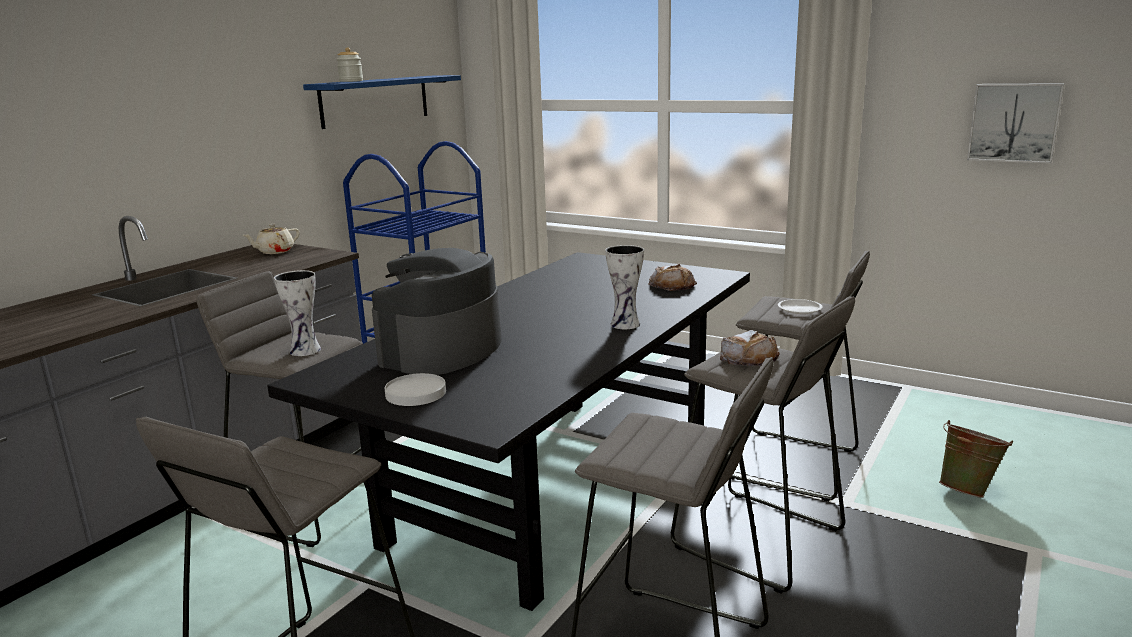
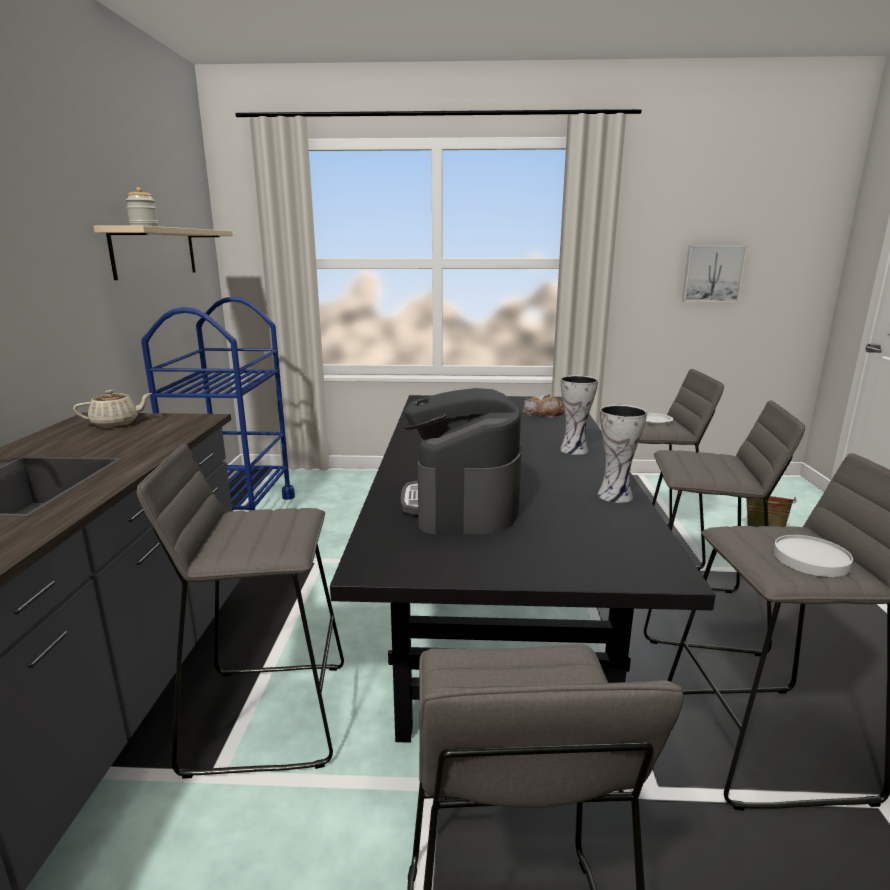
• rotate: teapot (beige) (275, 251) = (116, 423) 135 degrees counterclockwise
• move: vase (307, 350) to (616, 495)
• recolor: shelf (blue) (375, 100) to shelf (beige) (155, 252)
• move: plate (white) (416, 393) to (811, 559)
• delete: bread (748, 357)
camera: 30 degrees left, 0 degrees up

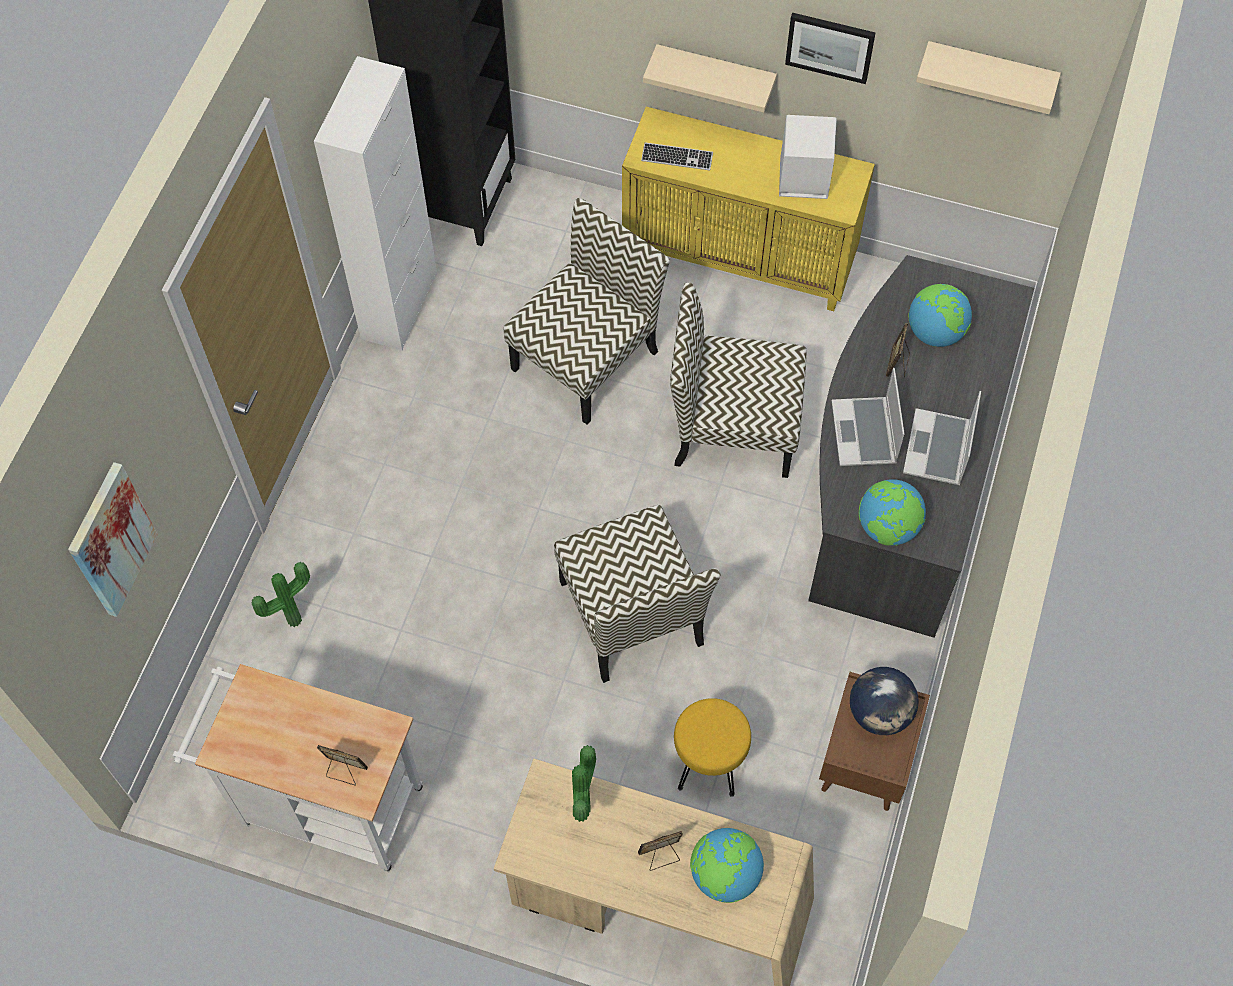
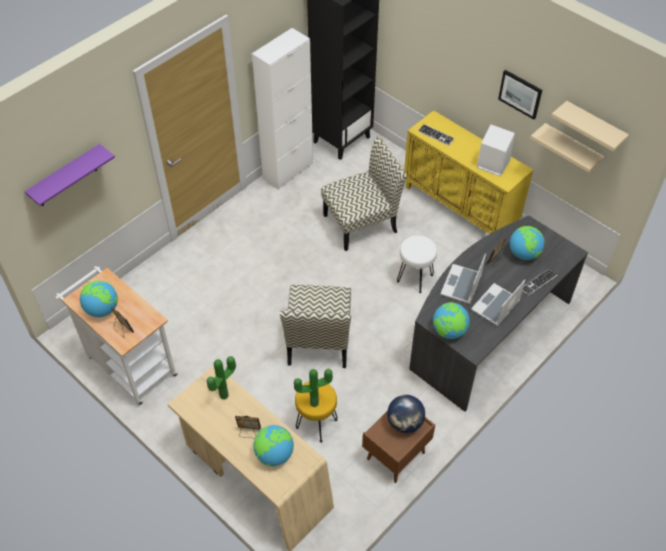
• replace: picture (111, 540) to shelf (purple) (66, 177)
• move: potted plant (292, 618) to (313, 402)
• move: shelf (beige) (715, 75) to (571, 149)
• replace: chair (732, 427) to stool (white) (415, 278)
• insert: globe (102, 309)
• insert: keyboard (538, 282)
camera: 25 degrees right, 10 degrees down

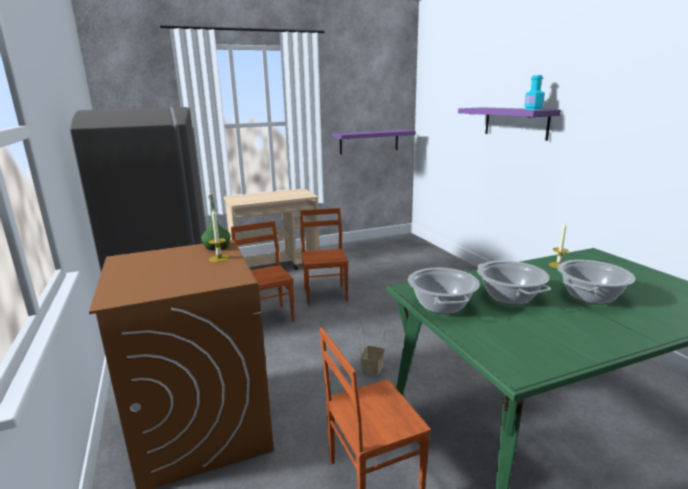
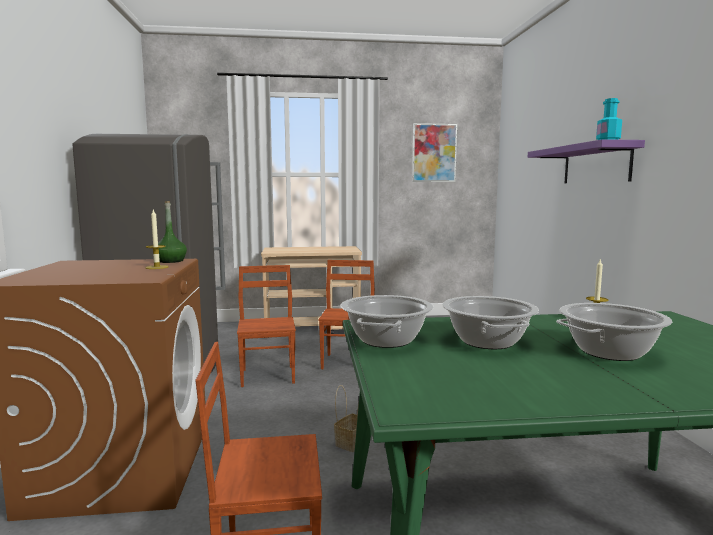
• delete: shelf (purple) (369, 141)
• insert: picture (434, 153)
camera: 15 degrees right, 10 degrees down

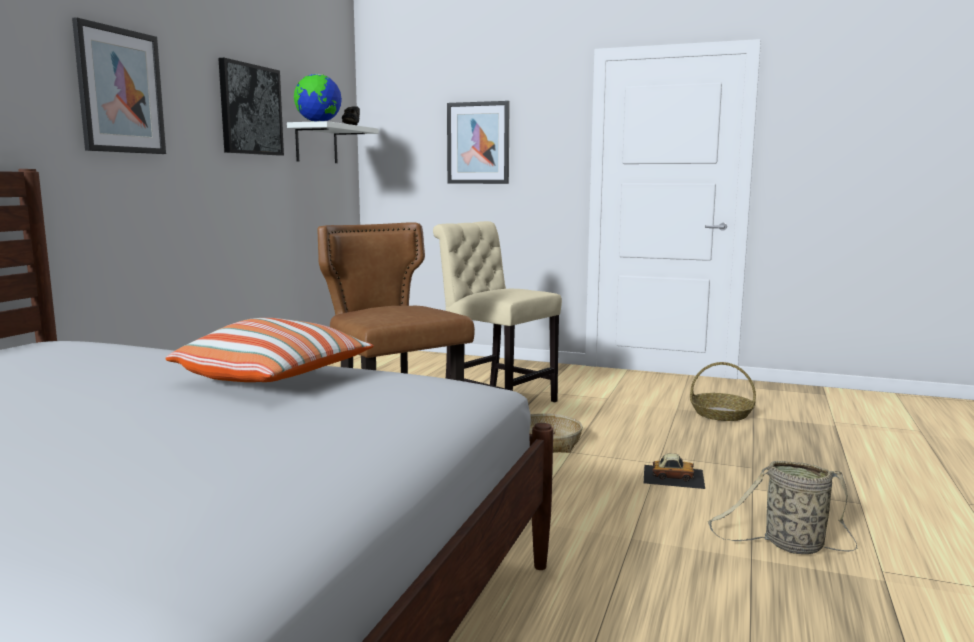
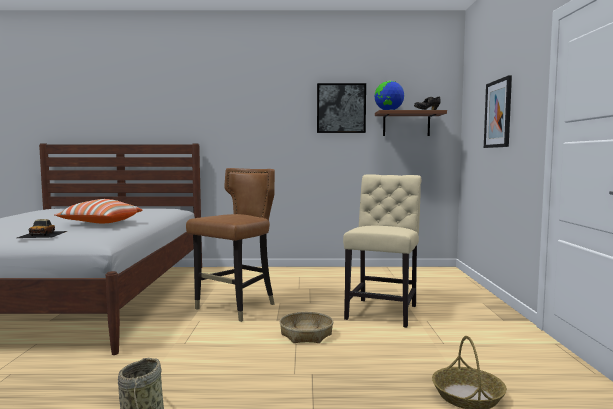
• delete: picture (120, 91)
• recolor: shelf (white) (316, 144) to shelf (brown) (406, 124)
• move: toy car (673, 476) to (43, 234)
camera: 70 degrees right, 5 degrees down

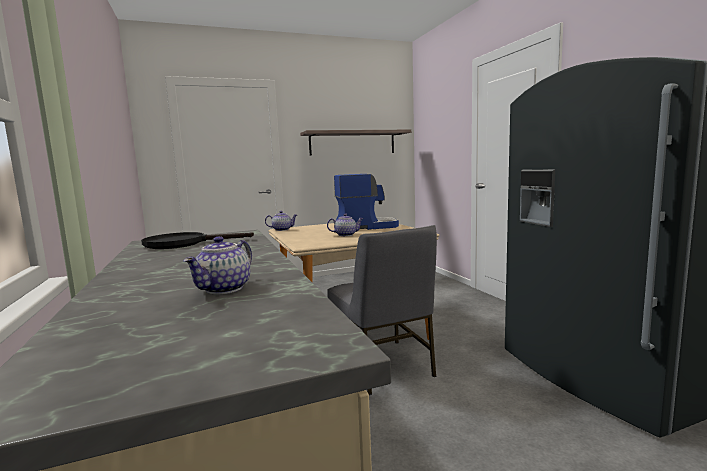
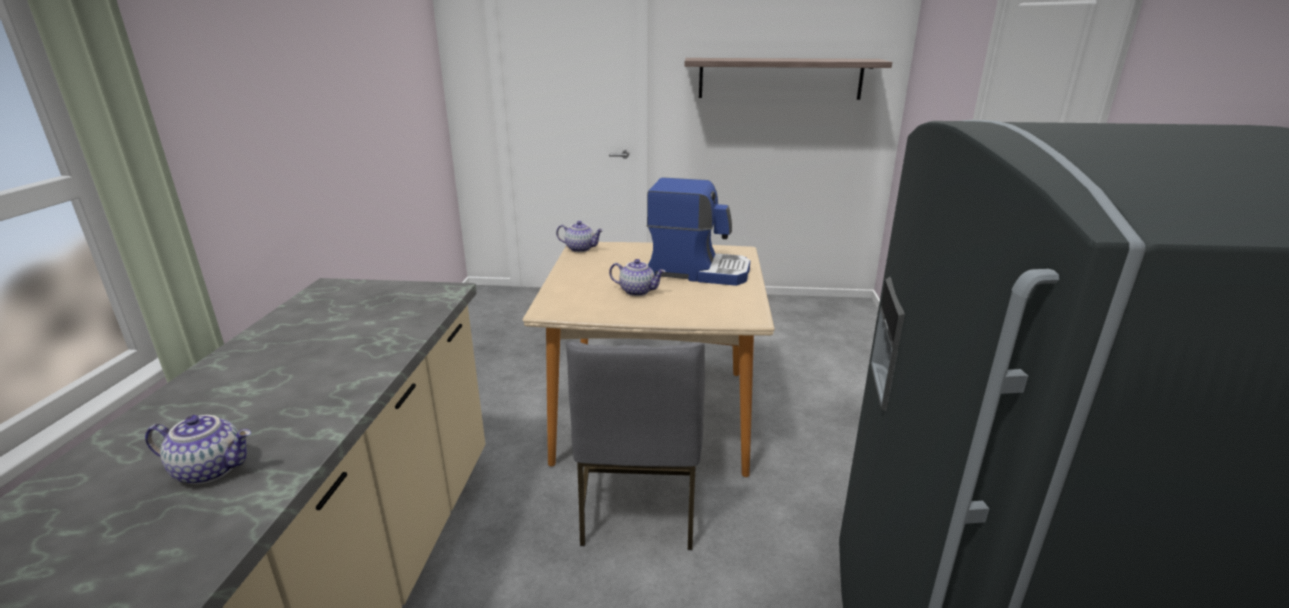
• delete: frying pan (black) (184, 243)
• rotate: teapot (225, 289) = (212, 469) 135 degrees counterclockwise
camera: 25 degrees right, 15 degrees up

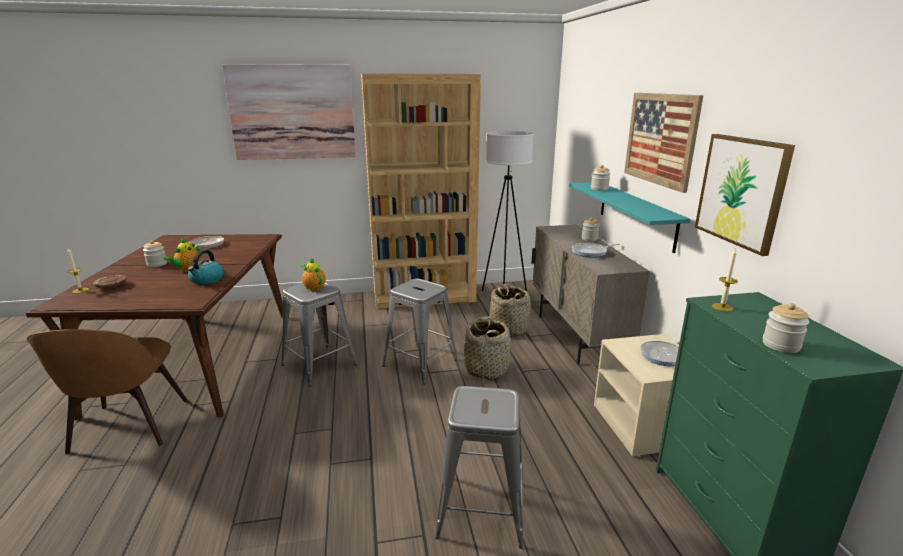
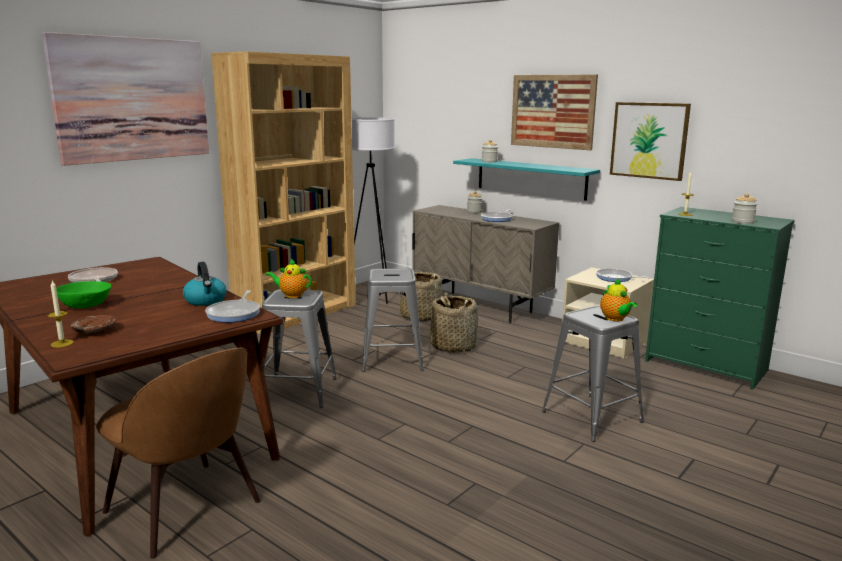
• replace: jar (157, 264) to bowl (green) (85, 305)
• move: teapot (187, 270) to (615, 319)
• insert: frying pan (235, 313)
camera: 40 degrees left, 5 degrees down

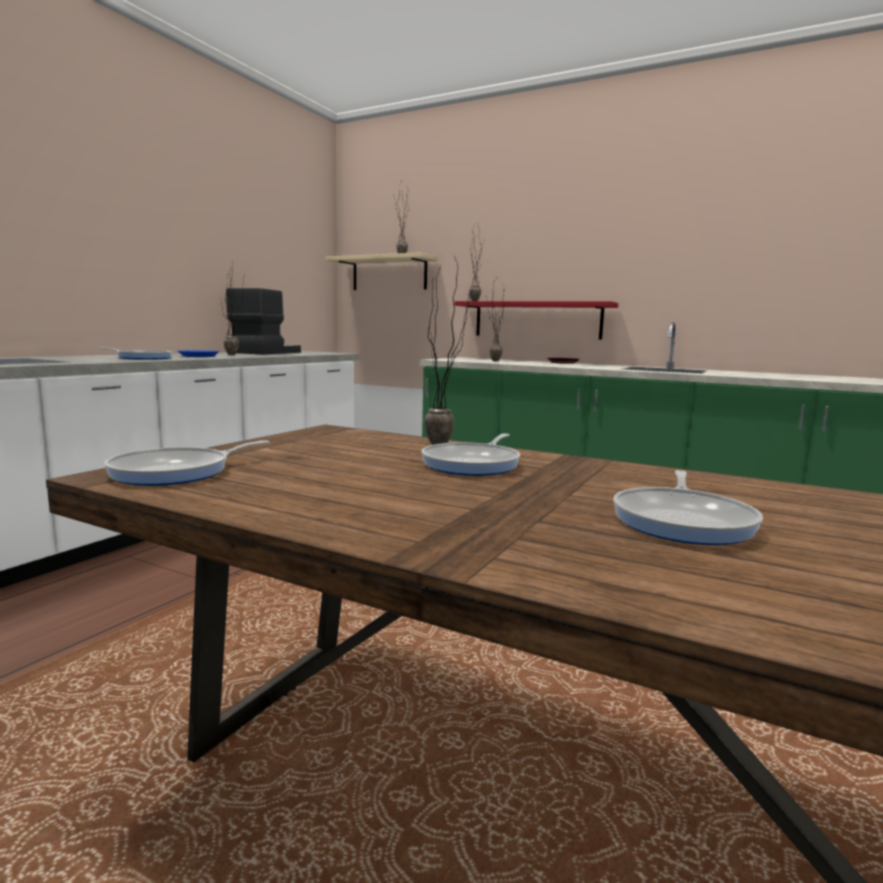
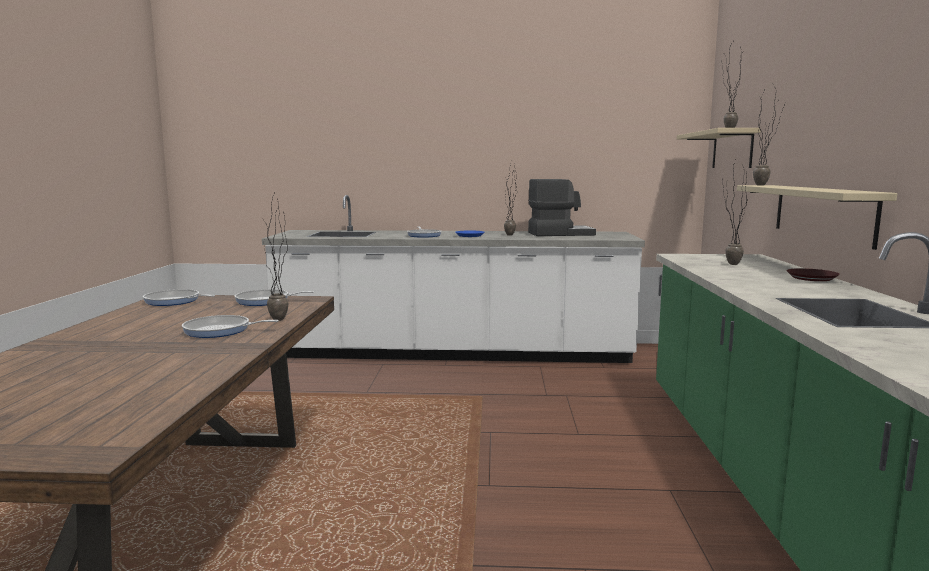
• recolor: shelf (red) (537, 320) to shelf (beige) (822, 213)
• move: frying pan (683, 521) to (265, 301)
camera: 65 degrees right, 0 degrees up

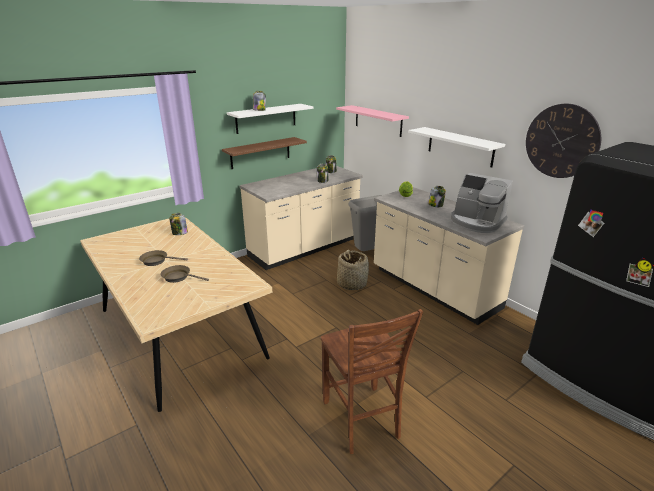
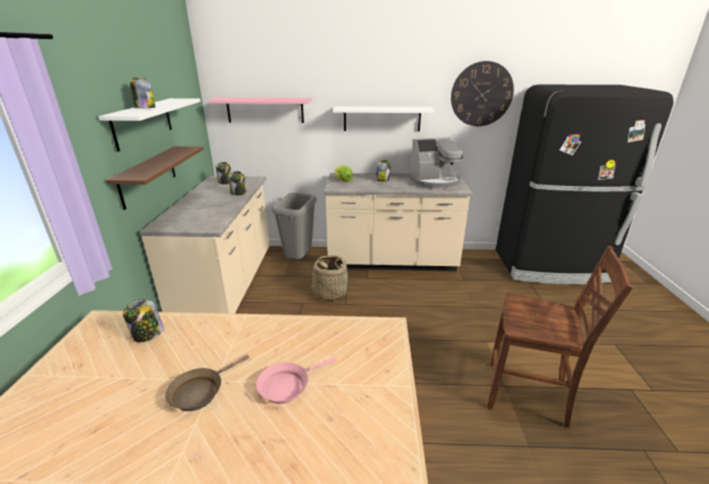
• recolor: frying pan (brown) (179, 277) to frying pan (pink) (287, 386)
camera: 50 degrees left, 0 degrees up

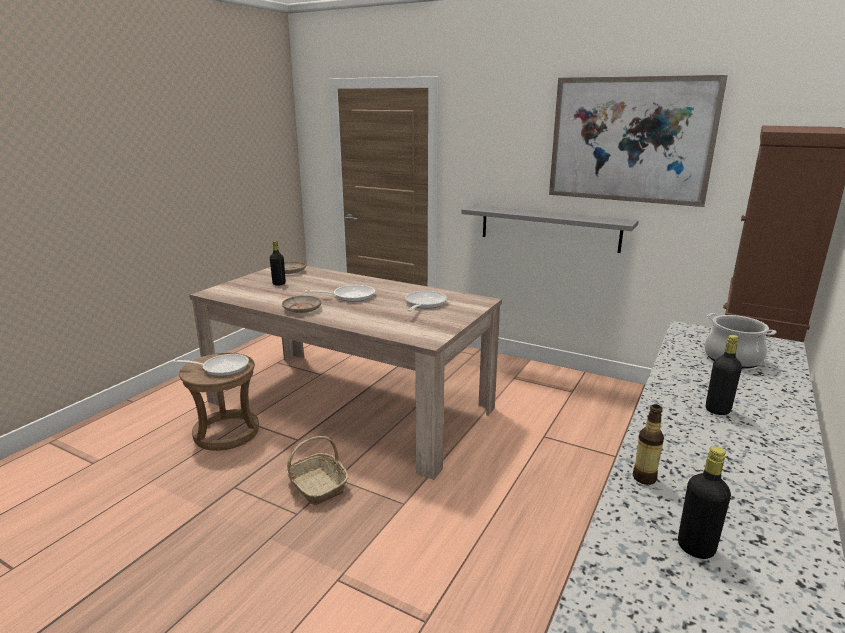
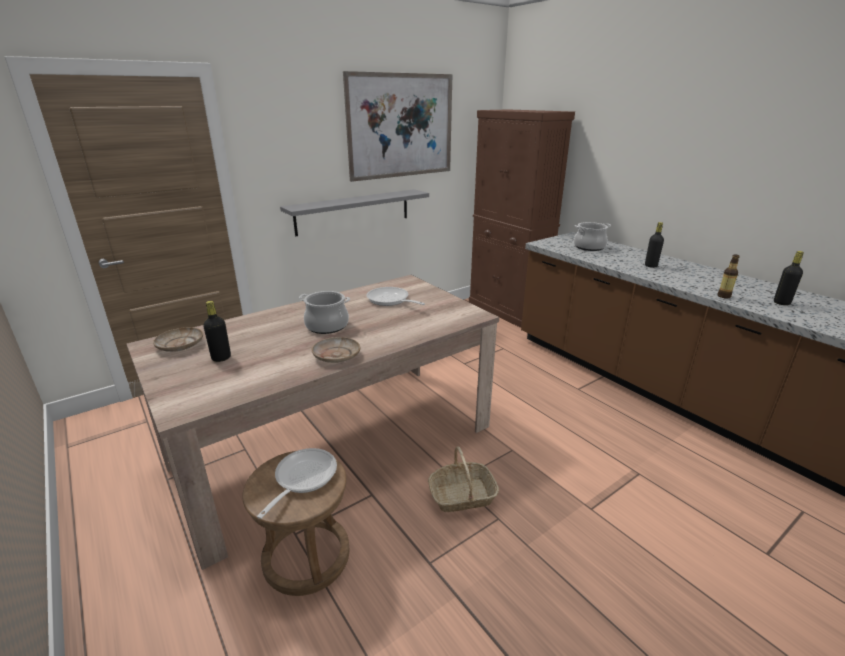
• replace: frying pan (350, 296) to cooking pot (327, 326)
camera: 65 degrees left, 5 degrees up

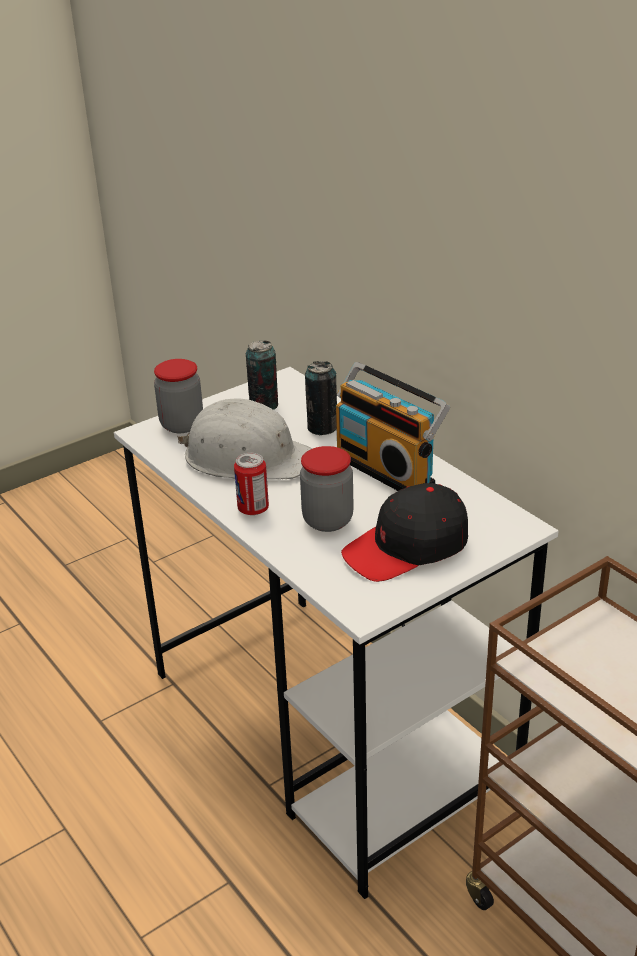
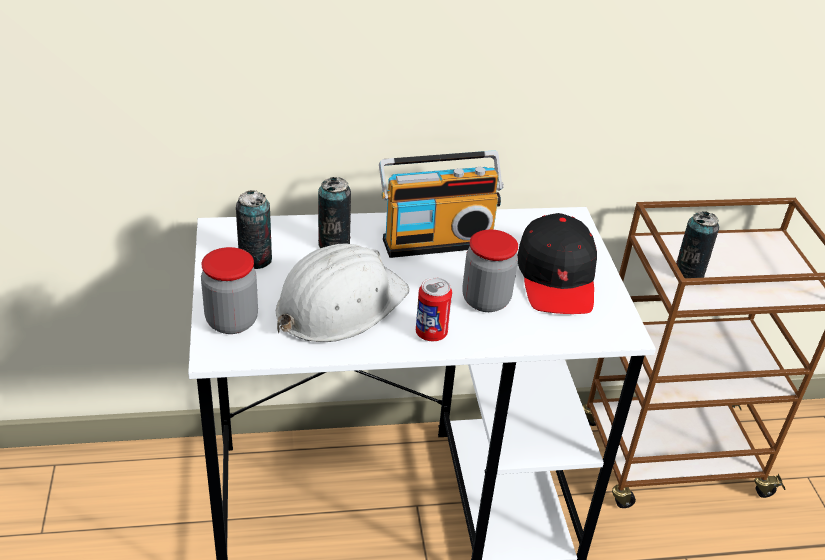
• insert: can (689, 273)
camera: 65 degrees left, 5 degrees up

